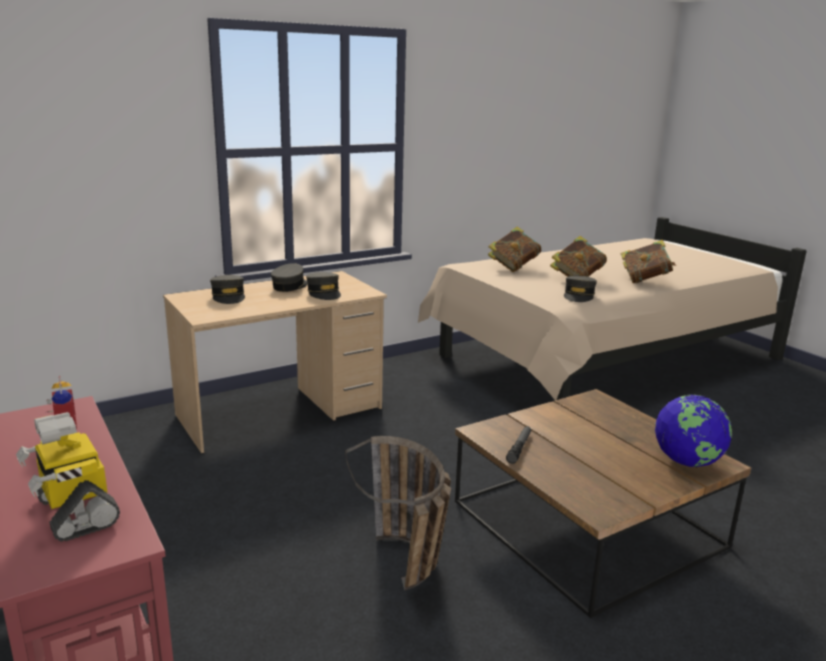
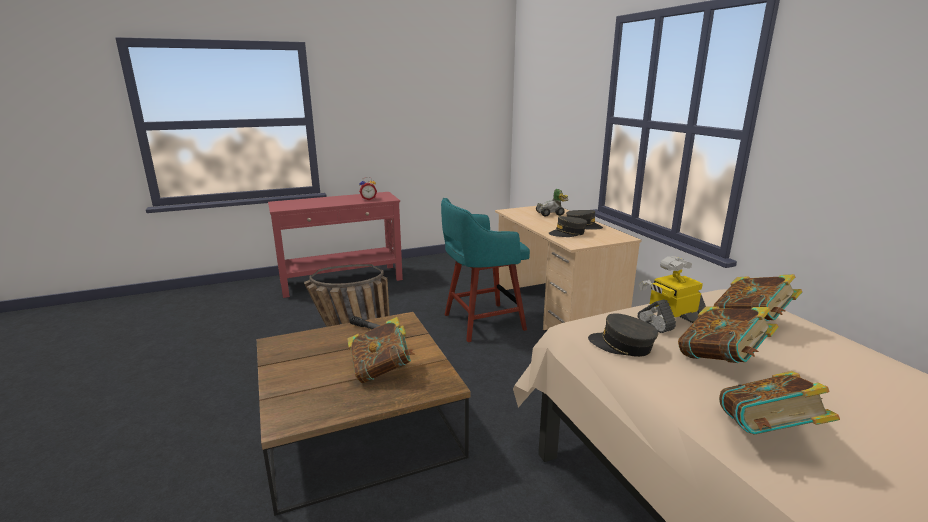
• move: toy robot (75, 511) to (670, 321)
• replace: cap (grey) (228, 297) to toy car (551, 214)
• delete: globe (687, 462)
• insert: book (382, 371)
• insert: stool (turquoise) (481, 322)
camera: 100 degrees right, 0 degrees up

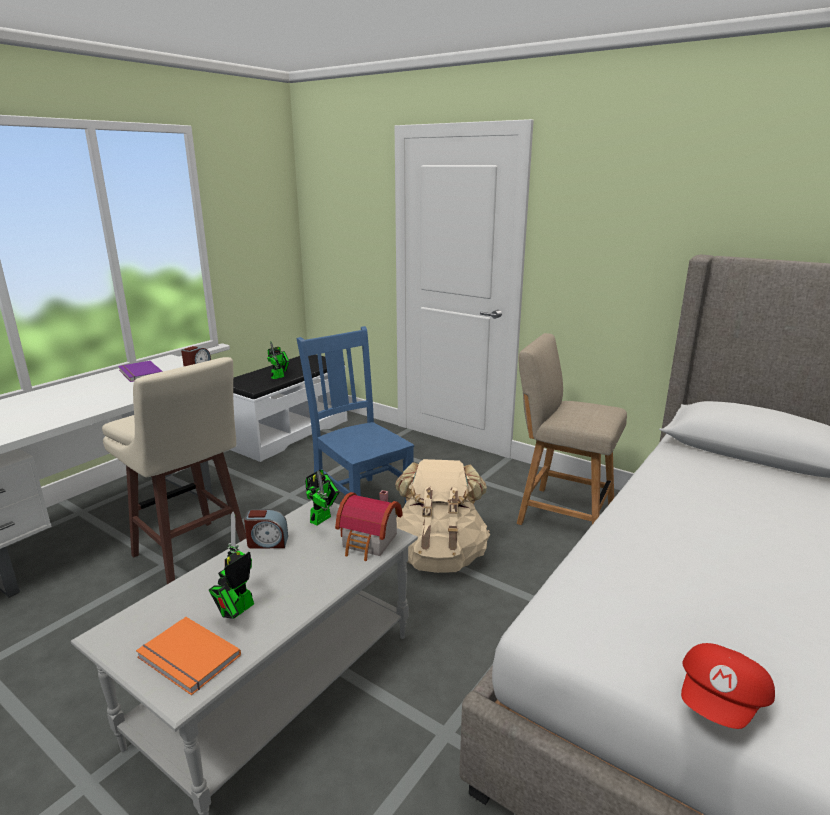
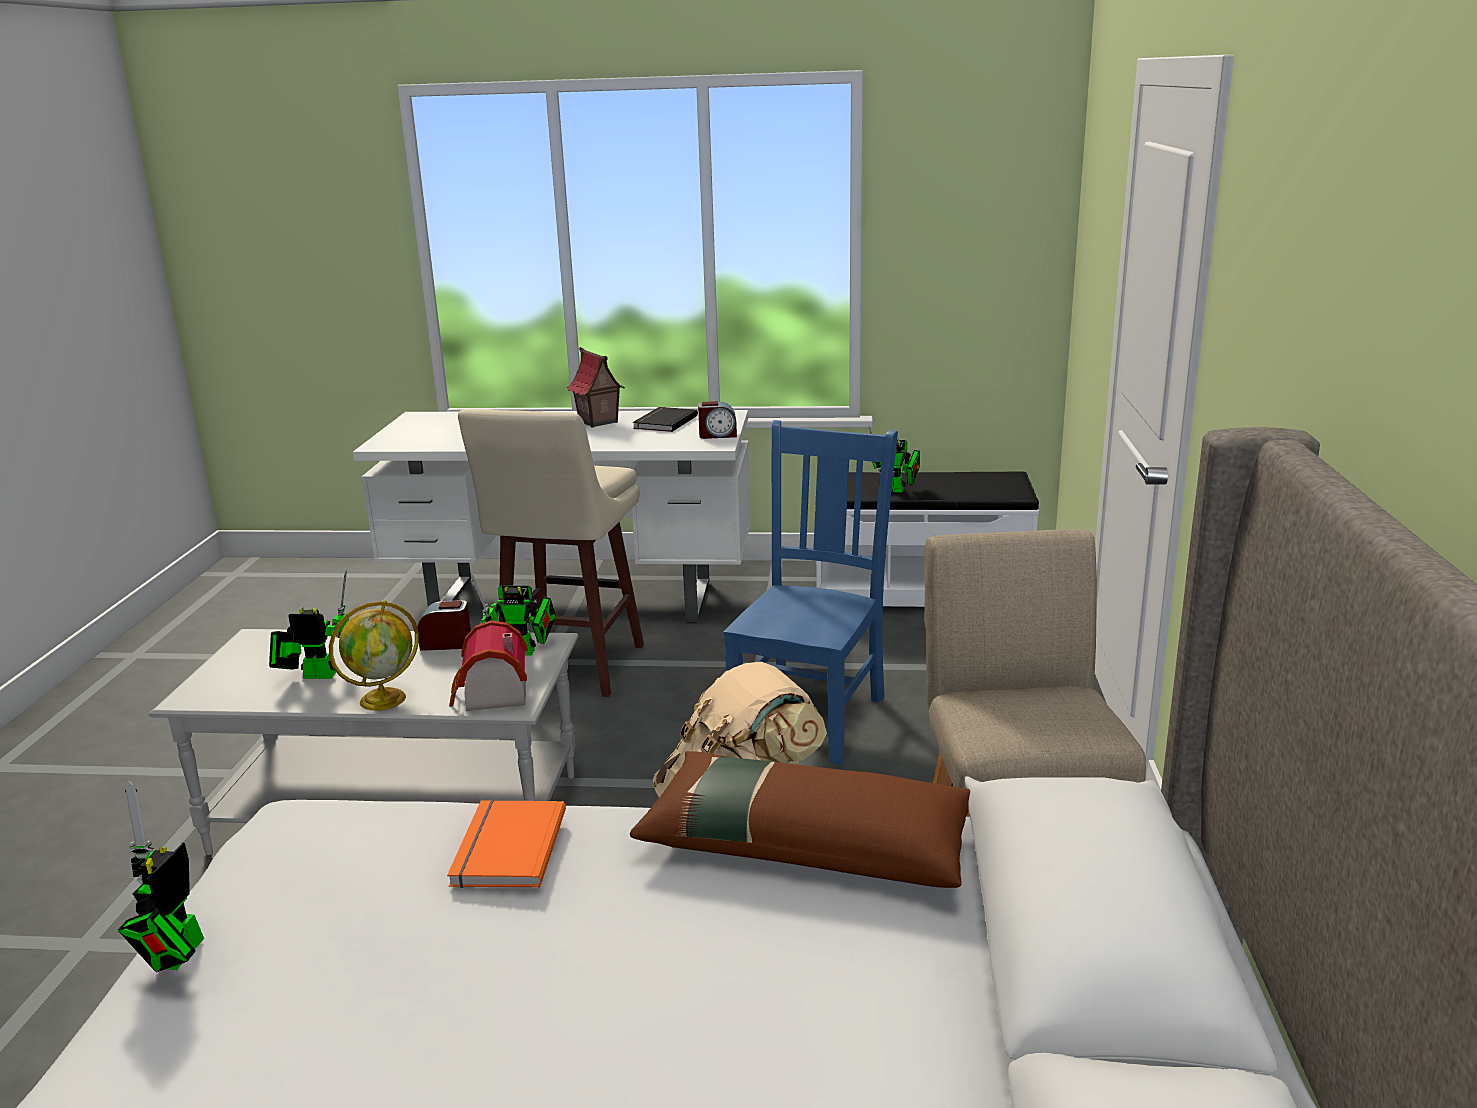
• recolor: book (purple) (139, 373) to book (black) (663, 422)
• move: book (orange) (187, 658) to (505, 848)
• rotate: alarm clock (267, 542) = (446, 643) 120 degrees clockwise
• replace: cap (red) (721, 703) to toy robot (175, 959)
• insert: globe (384, 699)
• insert: toy house (597, 422)
• insert: pillow (brown) (808, 841)
camera: 60 degrees right, 0 degrees up

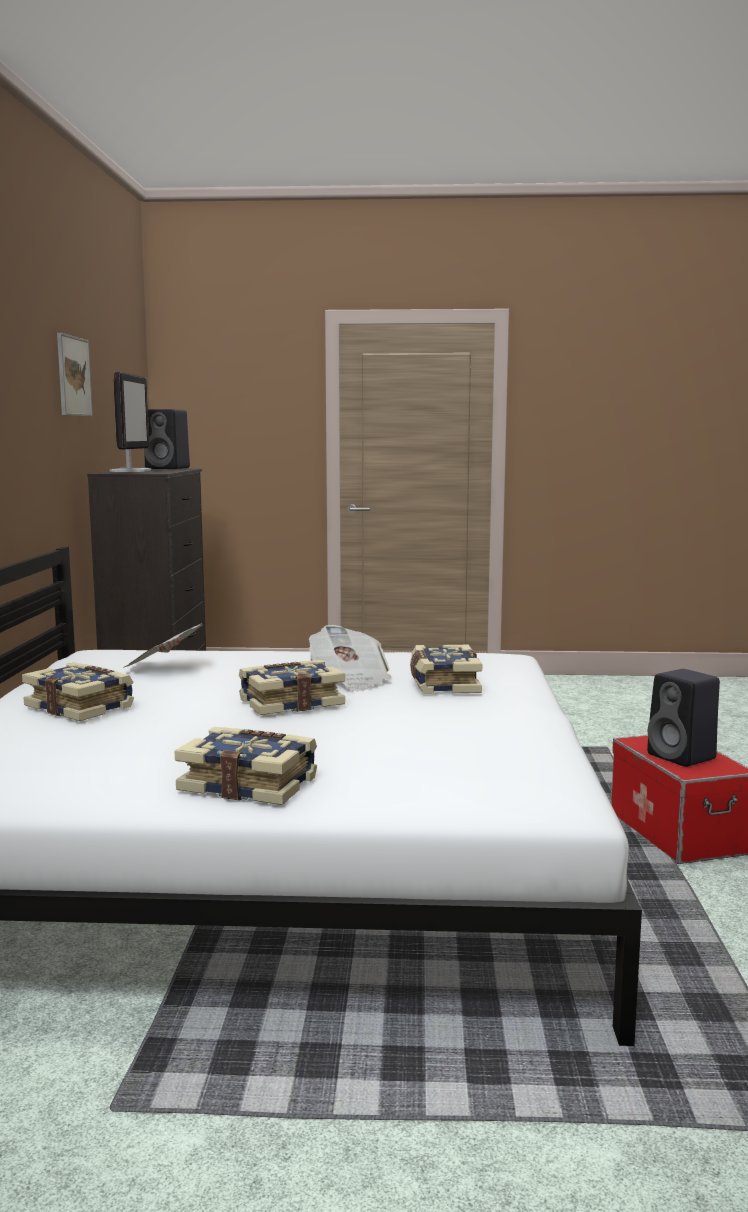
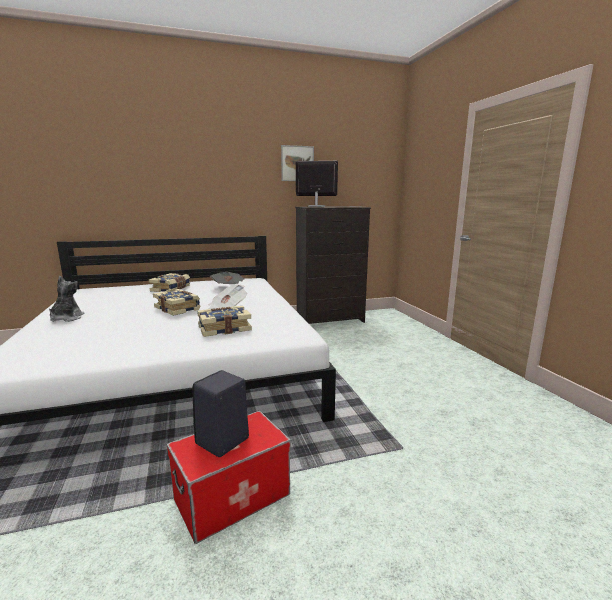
• rotate: monitor (130, 471) = (316, 206) 150 degrees counterclockwise
• delete: speaker (black) (169, 468)
• replace: book (249, 784) to plush toy (66, 318)
camera: 70 degrees right, 5 degrees up

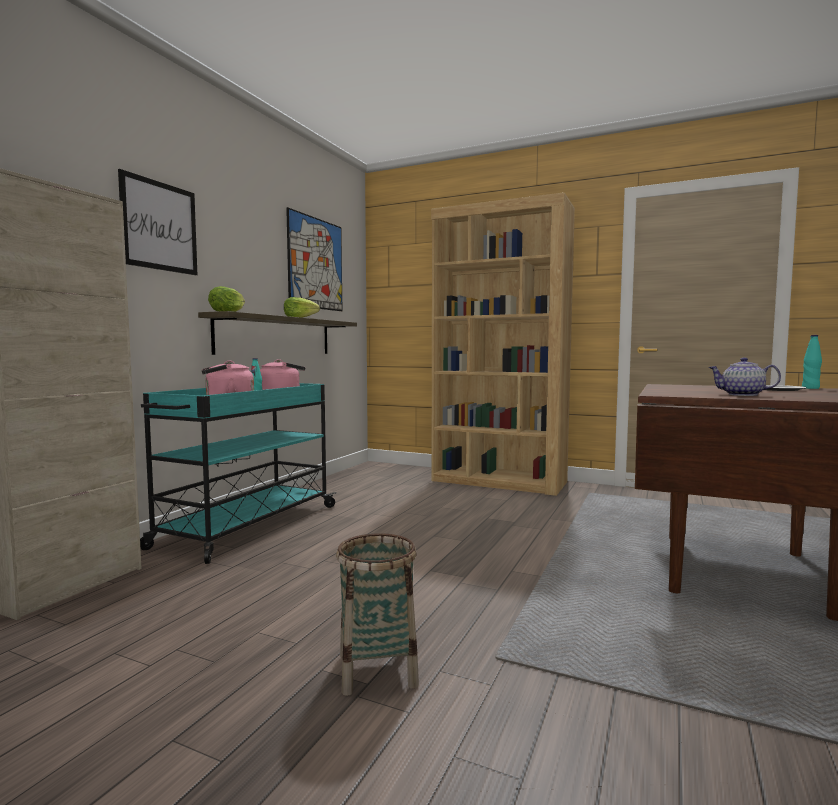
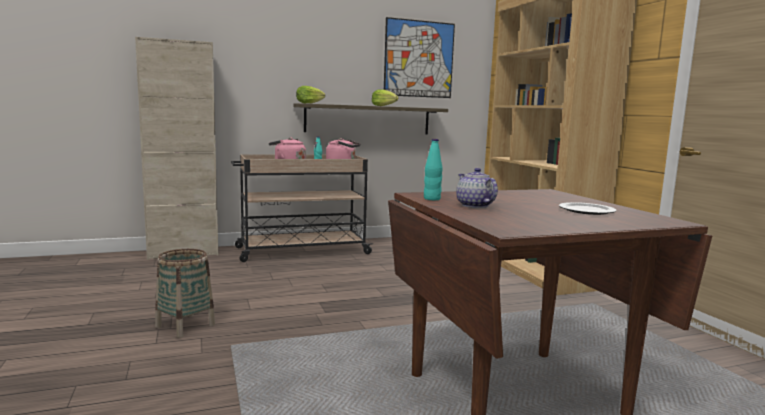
• delete: picture (159, 226)
• recolor: cart (turquoise) (246, 526) to cart (beige) (301, 251)
• move: bottle (turquoise) (810, 388) to (432, 199)
camera: 45 degrees right, 5 degrees up

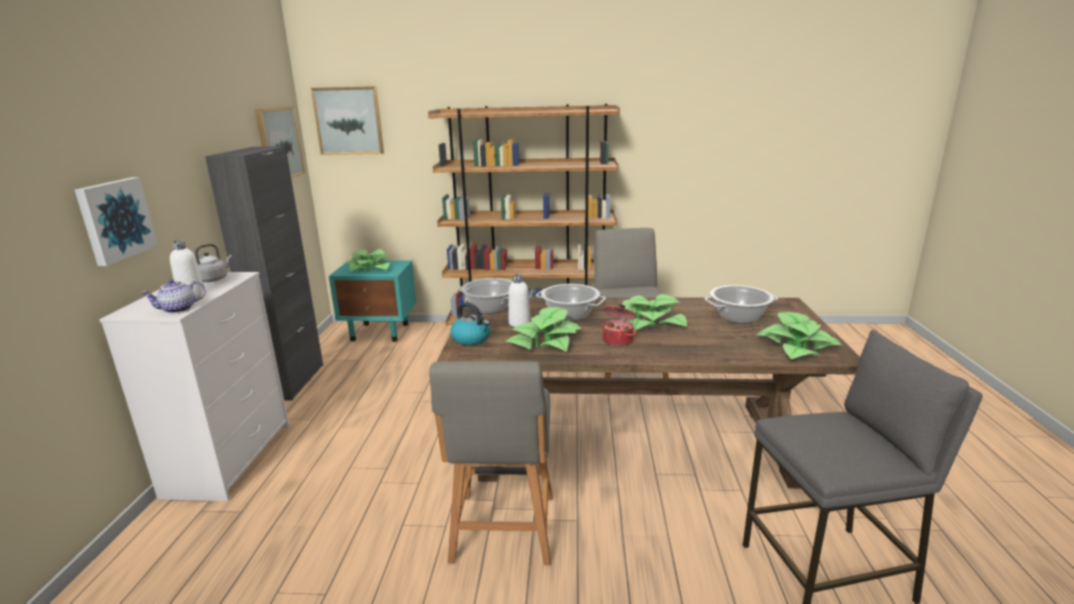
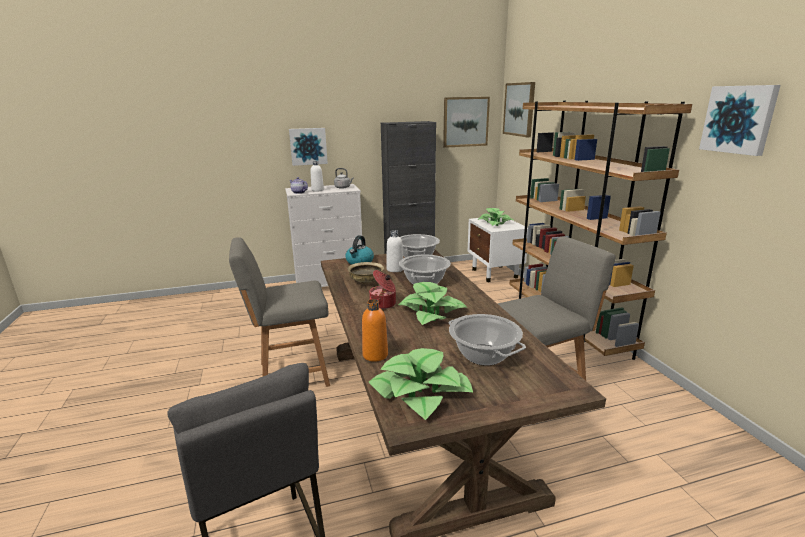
• recolor: nightstand (turquoise) (381, 332) to nightstand (white) (495, 274)
• replace: potted plant (545, 341) to bowl (beige) (366, 281)
• insert: bottle (orange) (375, 355)
• insert: picture (739, 119)
camera: 70 degrees right, 0 degrees up

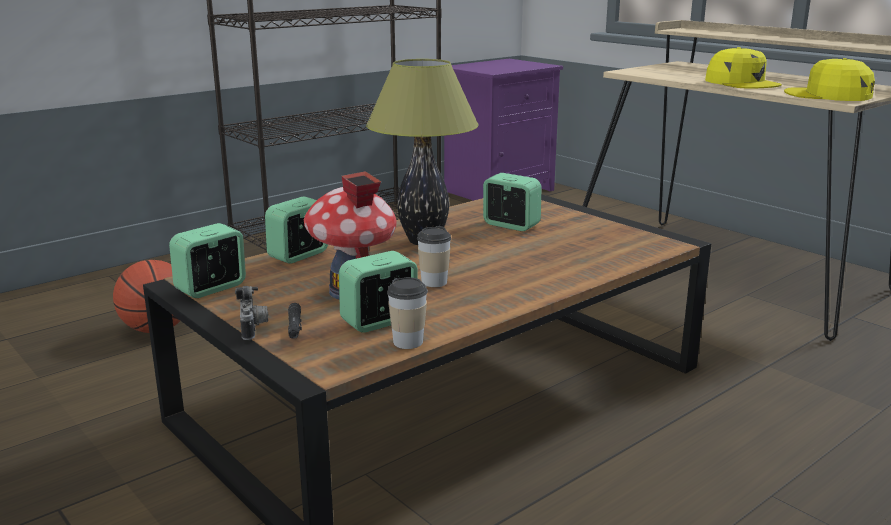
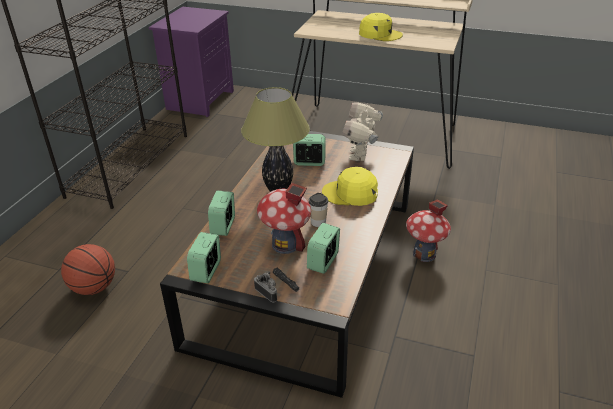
• delete: cup (408, 342)
• move: cap (yellow) (828, 95) to (350, 193)
• insert: toy robot (360, 155)
• insert: toy house (424, 254)
camera: 30 degrees left, 15 degrees up

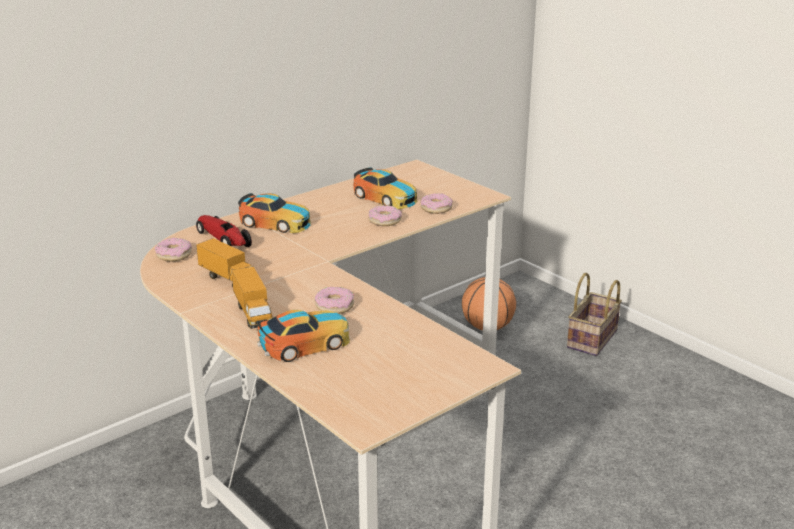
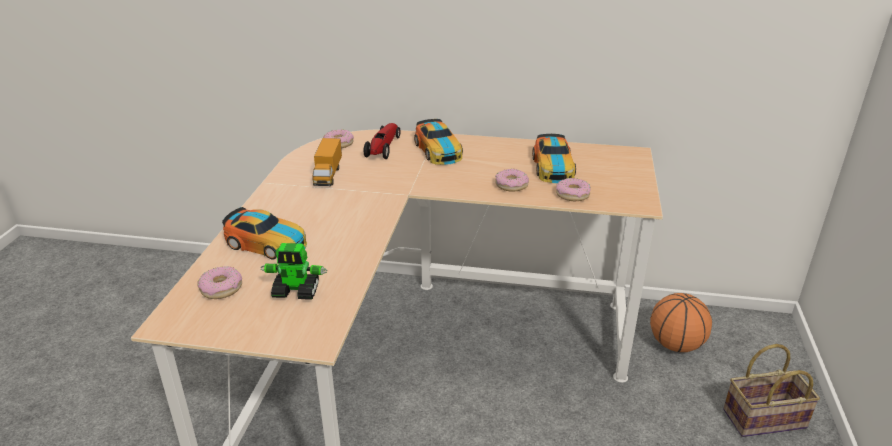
• delete: toy truck (253, 313)
• move: donut (335, 306) to (221, 288)
• insert: toy robot (296, 291)
camera: 50 degrees right, 5 degrees up

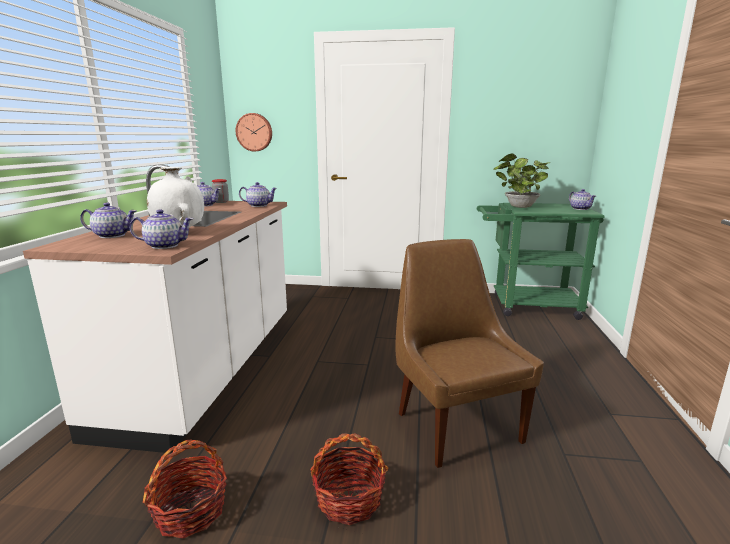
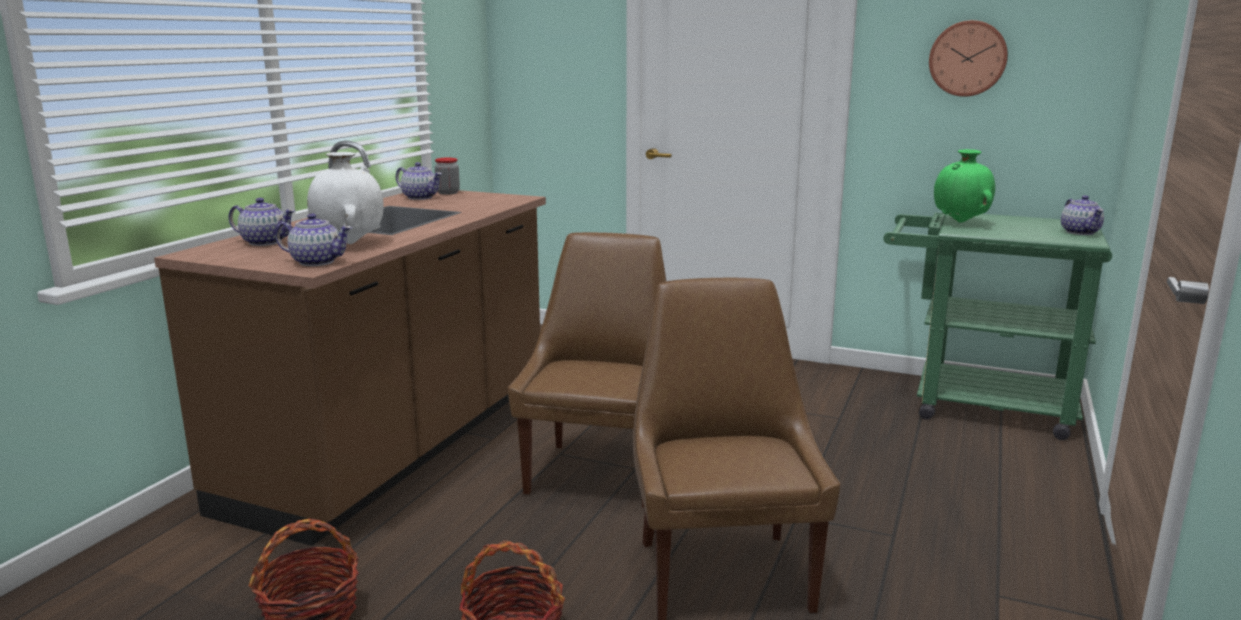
• recolor: counter (white) (208, 369) to counter (brown) (399, 446)
• move: wall clock (254, 132) to (967, 58)
• delete: teapot (258, 205)
• replace: potted plant (518, 206) to vase (green) (961, 222)
• insert: chair (brown) (600, 472)
camera: 15 degrees right, 0 degrees up

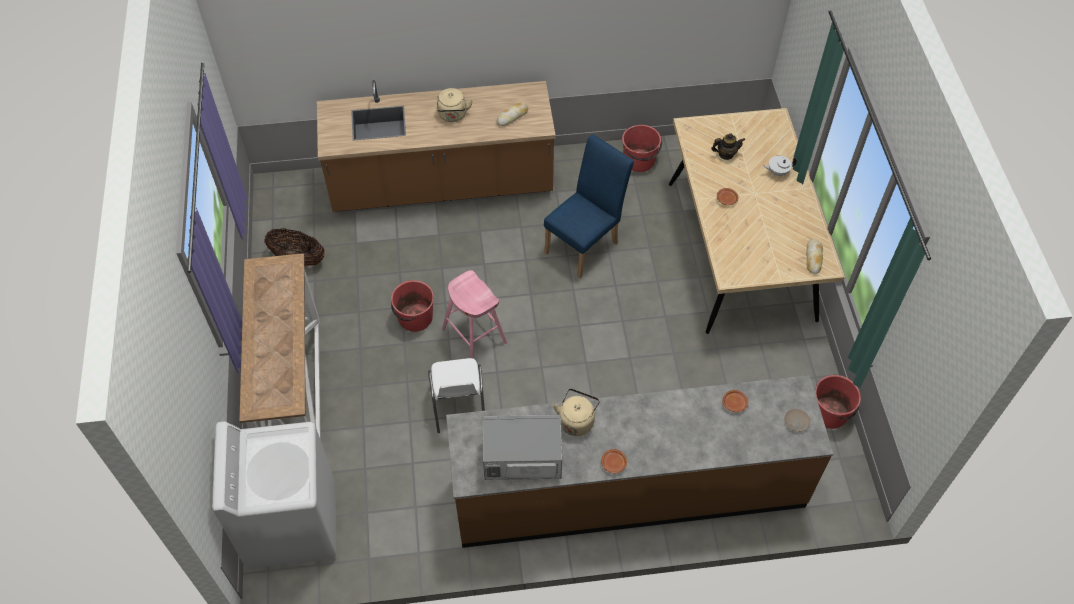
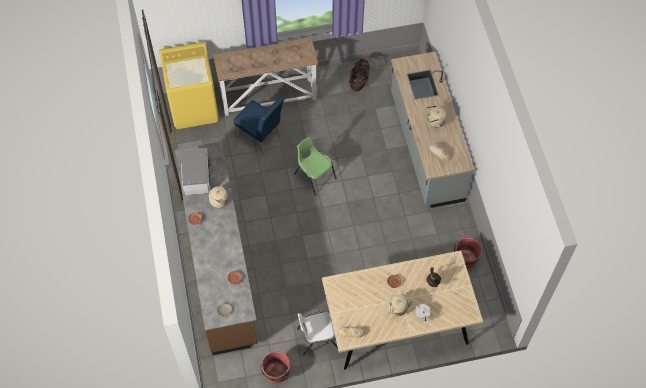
• recolor: washing machine (white) (292, 524) to washing machine (yellow) (194, 108)
• recolor: counter (brown) (442, 185) to counter (grey) (425, 146)
• delete: bucket (red) (414, 318)
• move: chair (white) (458, 405) to (317, 338)
• replace: stool (pink) (474, 336) to chair (green) (314, 176)
• move: chair (blue) (585, 244) to (261, 138)
• insert: kettle (beige) (398, 309)
camera: 85 degrees right, 5 degrees up

